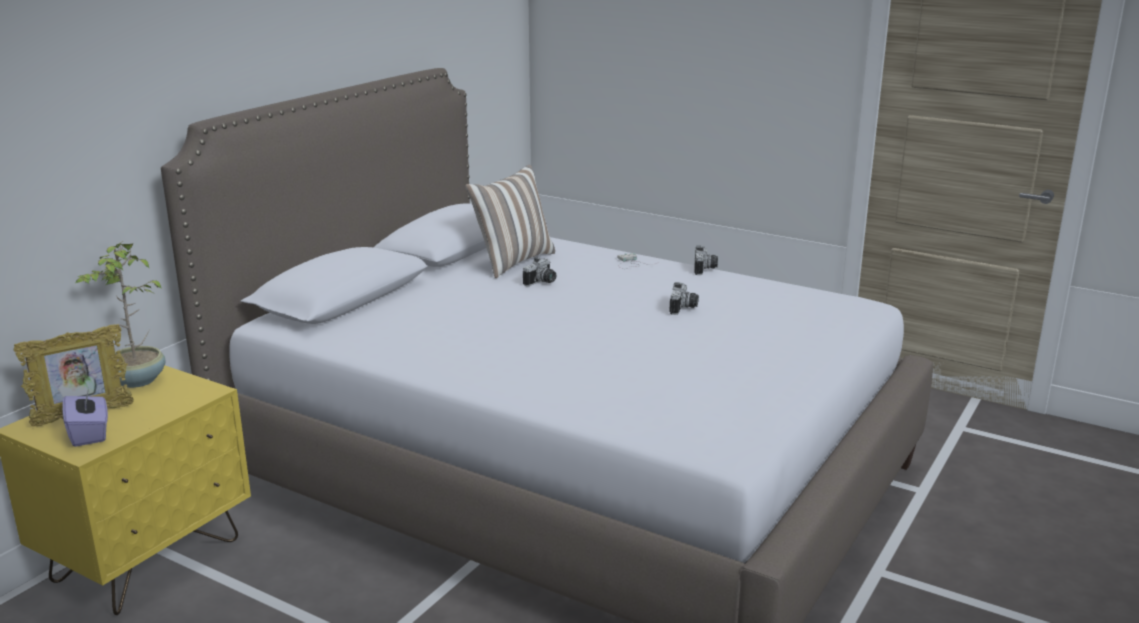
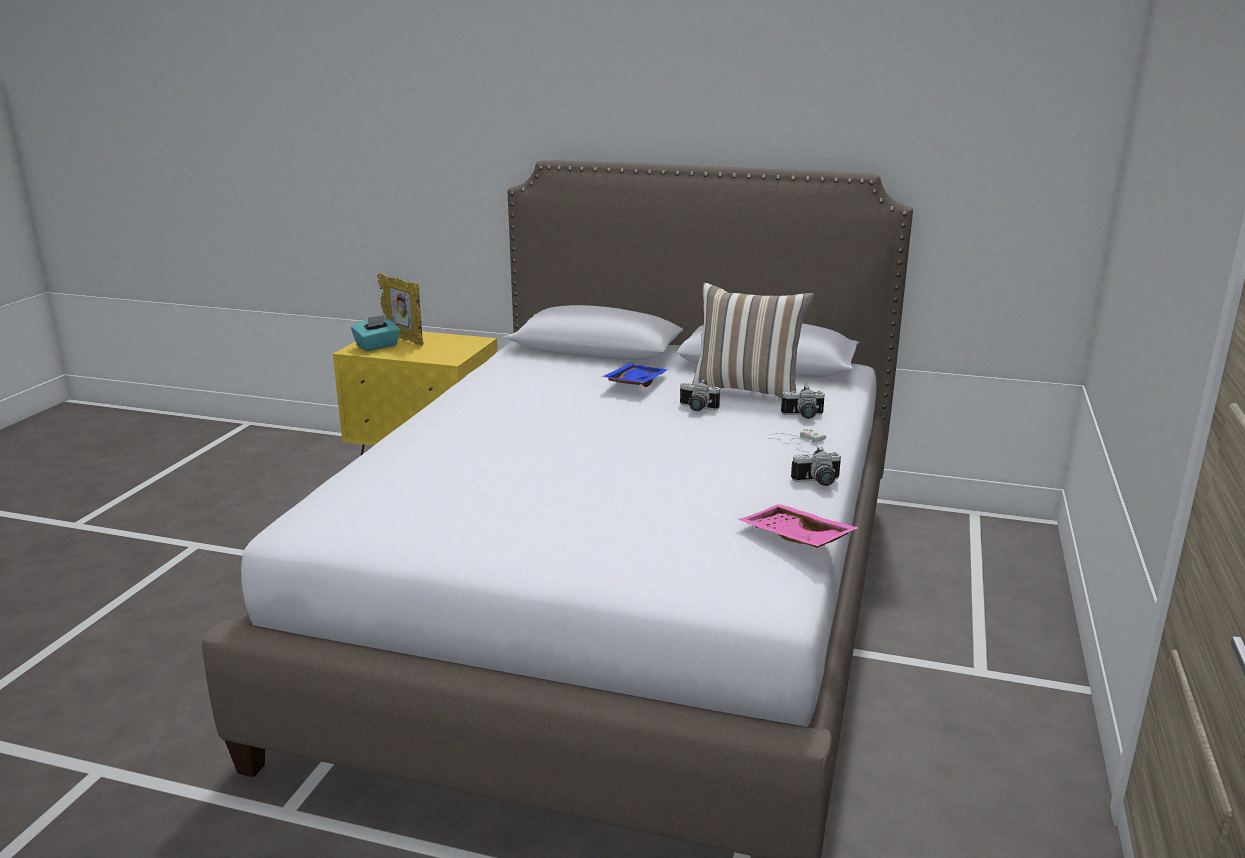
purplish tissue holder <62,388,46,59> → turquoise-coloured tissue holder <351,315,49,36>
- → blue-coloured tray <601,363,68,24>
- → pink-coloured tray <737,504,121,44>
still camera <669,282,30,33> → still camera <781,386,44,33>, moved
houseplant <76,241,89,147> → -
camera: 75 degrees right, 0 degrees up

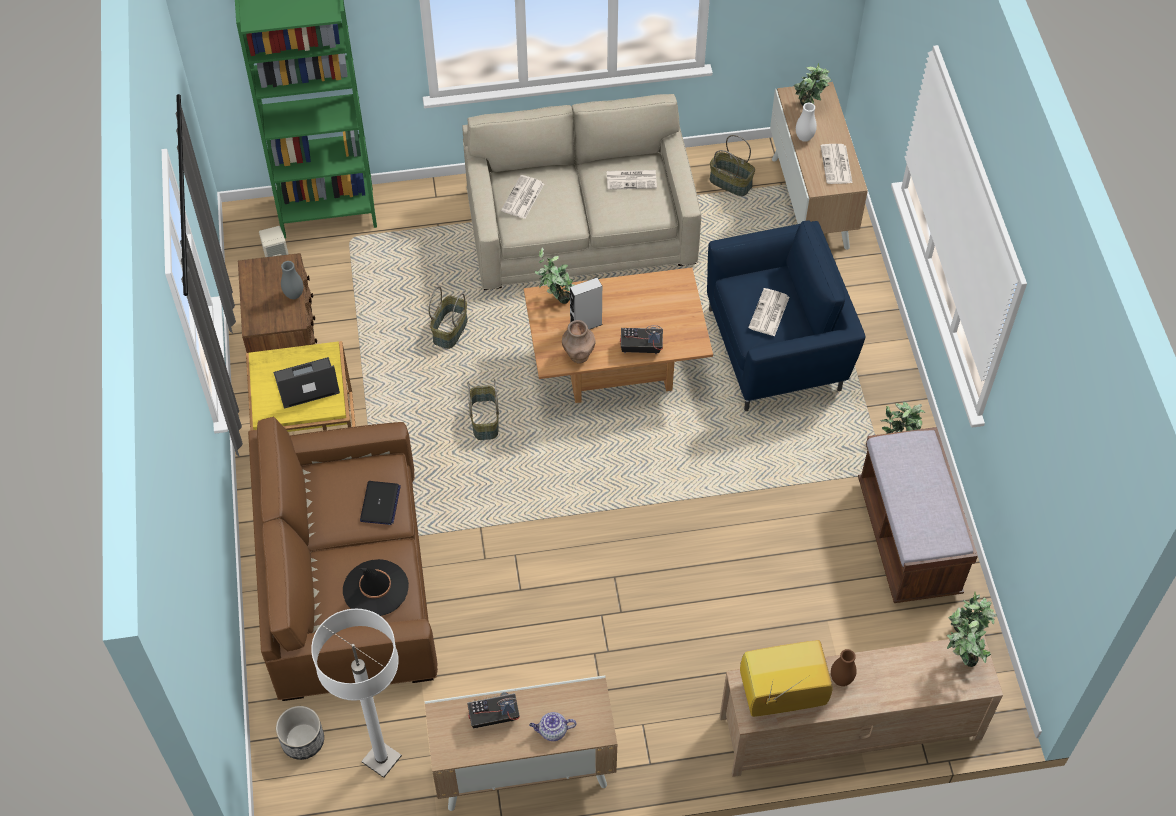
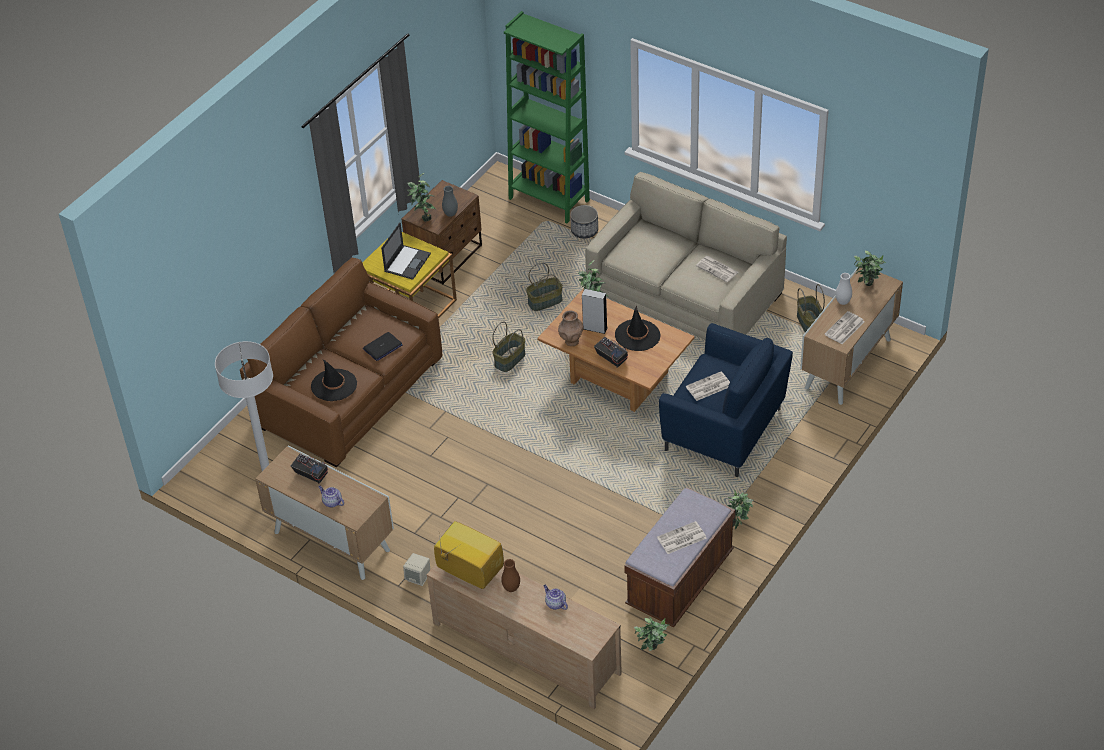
portable computer <273,357,67,51> → portable computer <381,222,50,58>, 90 degrees clockwise
beige-coloured audio speaker <259,226,30,31> → beige-coloured audio speaker <403,553,27,33>, moved
houseplant <947,608,44,59> → houseplant <407,173,29,49>, moved
- → teapot <543,585,25,25>
flower pot <276,706,48,54> → flower pot <570,205,28,33>, moved
- → blackish wearable hat <615,306,46,45>
printed paper <501,175,43,44> → printed paper <657,521,50,33>, moved
camera: 45 degrees right, 10 degrees down

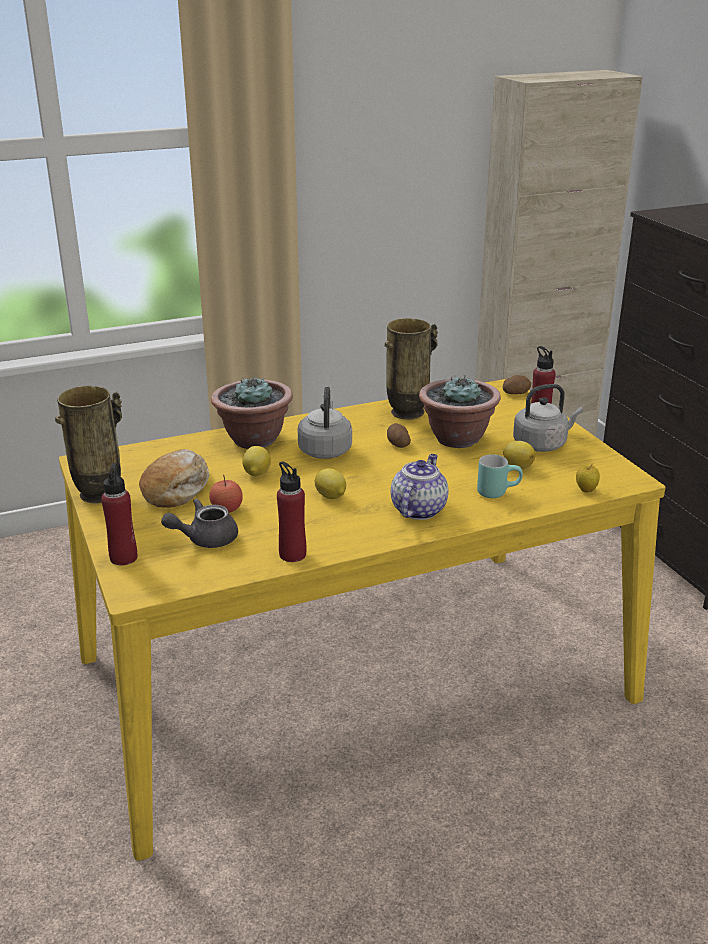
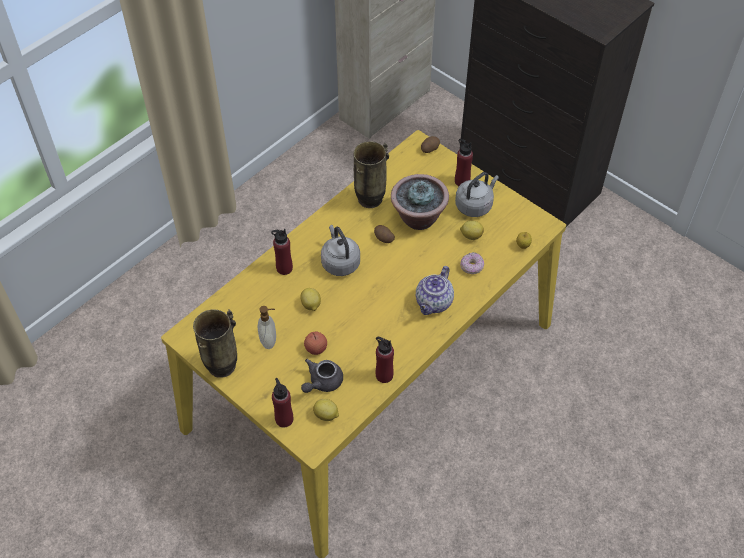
baked bread <139,449,70,59> → liquid soap bottle <258,306,18,43>
houseplant <211,375,82,74> → red-coloured bottle <271,229,22,46>
whole lemon <315,468,31,31> → whole lemon <313,399,26,22>, moved
teapot <391,454,57,66> → teapot <416,266,38,49>, 150 degrees counterclockwise
turquoise-coloured tea mug <477,454,46,44> → doughnut <460,252,24,22>
camera: 25 degrees left, 25 degrees up

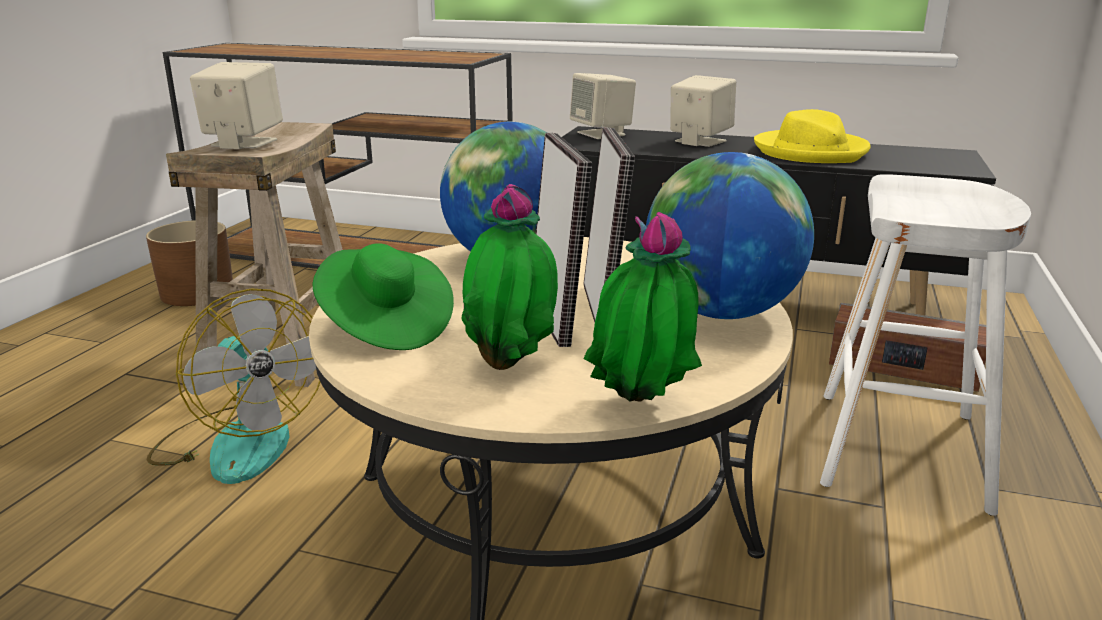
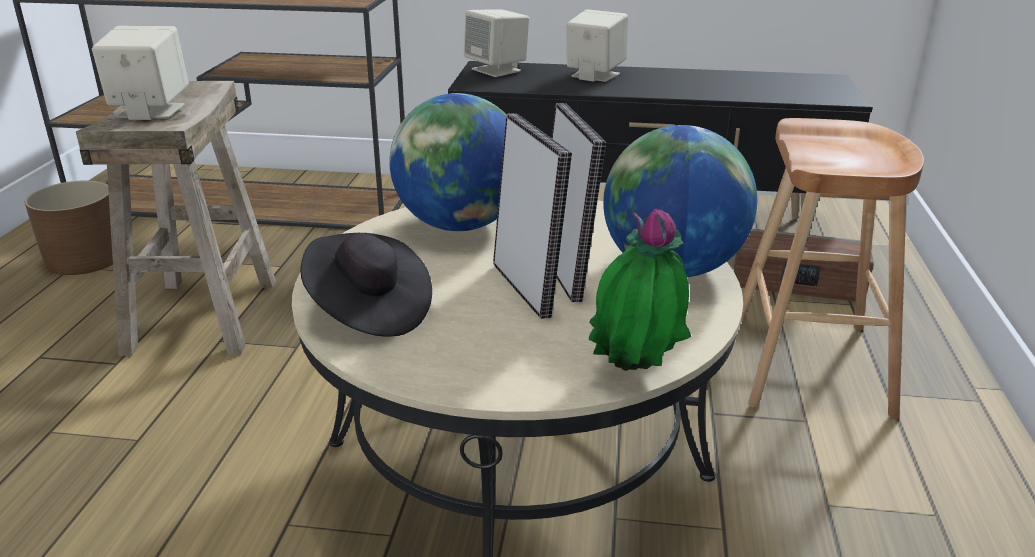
greenish wearable hat <313,243,141,107> → blackish wearable hat <301,233,131,104>
whitish sitting stool <820,174,211,342> → brownish sitting stool <741,118,183,301>
electric fan <146,289,174,195> → -
houseplant <461,184,97,186> → -
yellow wearable hat <754,109,117,54> → -
camera: 10 degrees left, 5 degrees up

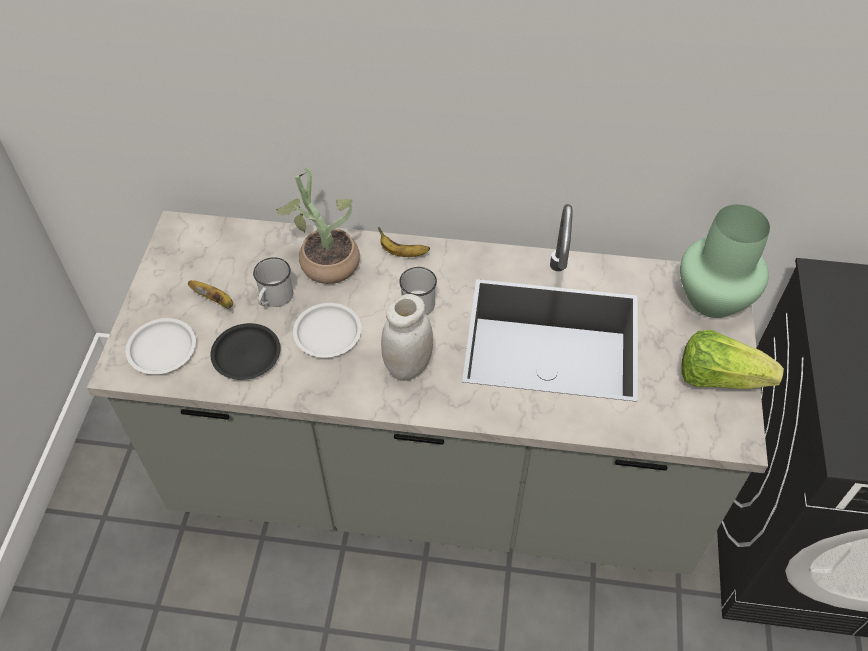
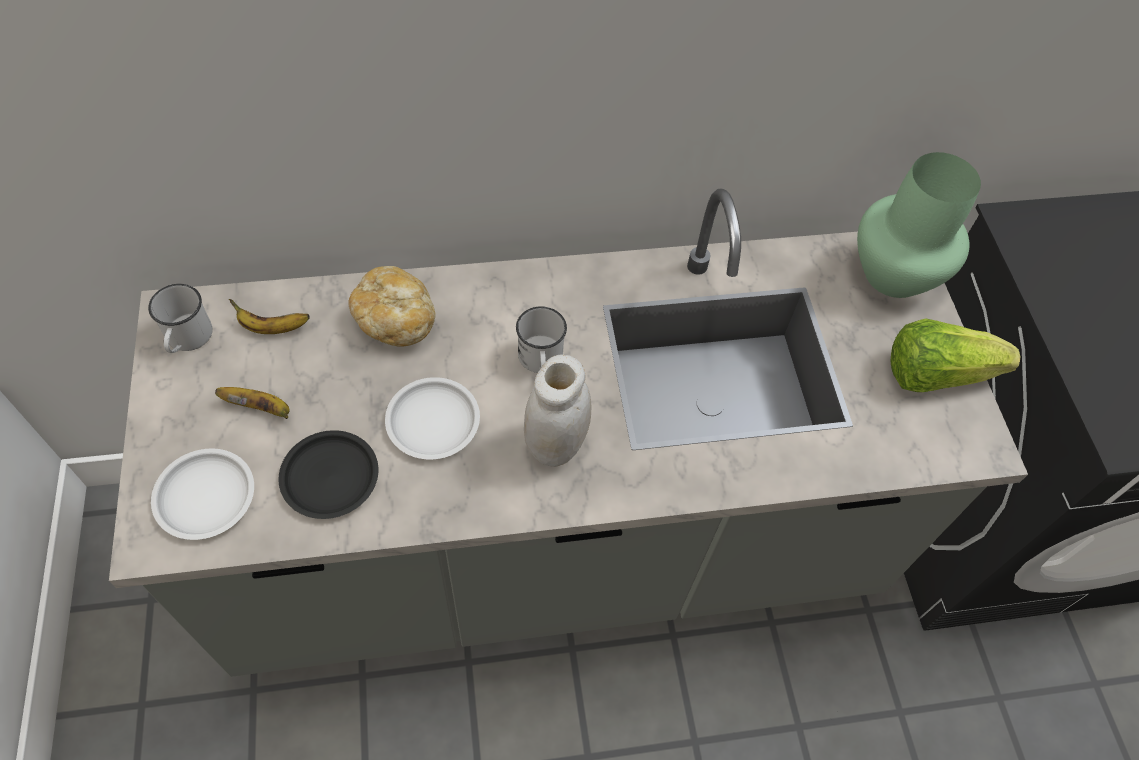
whitish tea mug <253,257,40,50> → whitish tea mug <148,284,65,69>, moved
whole banana <378,227,52,30> → whole banana <229,299,81,35>, moved
houseplant <276,167,84,117> → baked bread <348,266,88,81>
camera: 20 degrees left, 5 degrees up

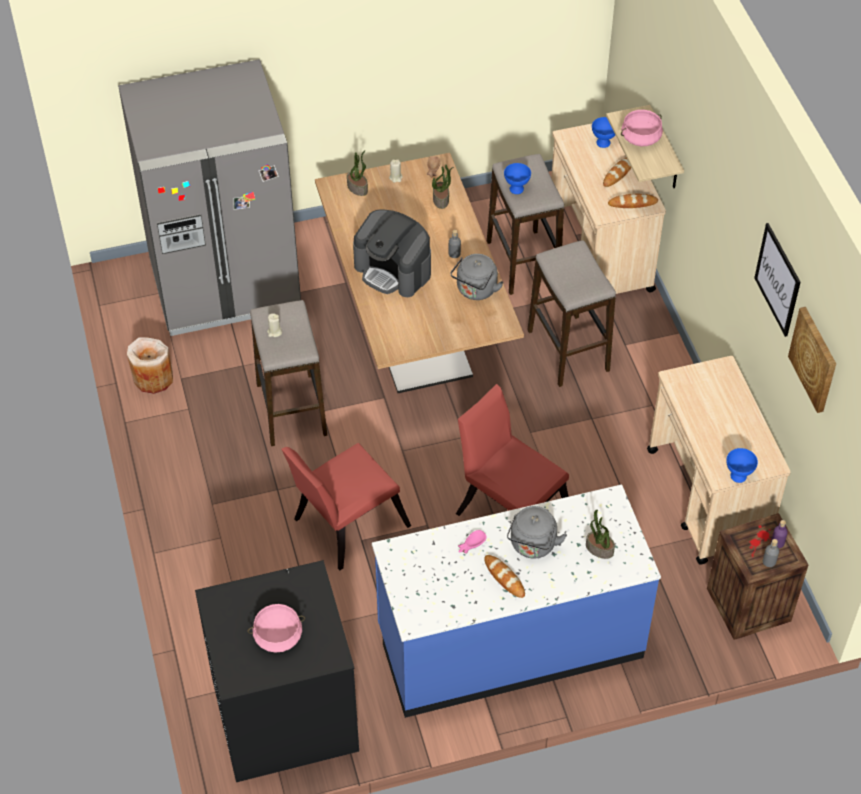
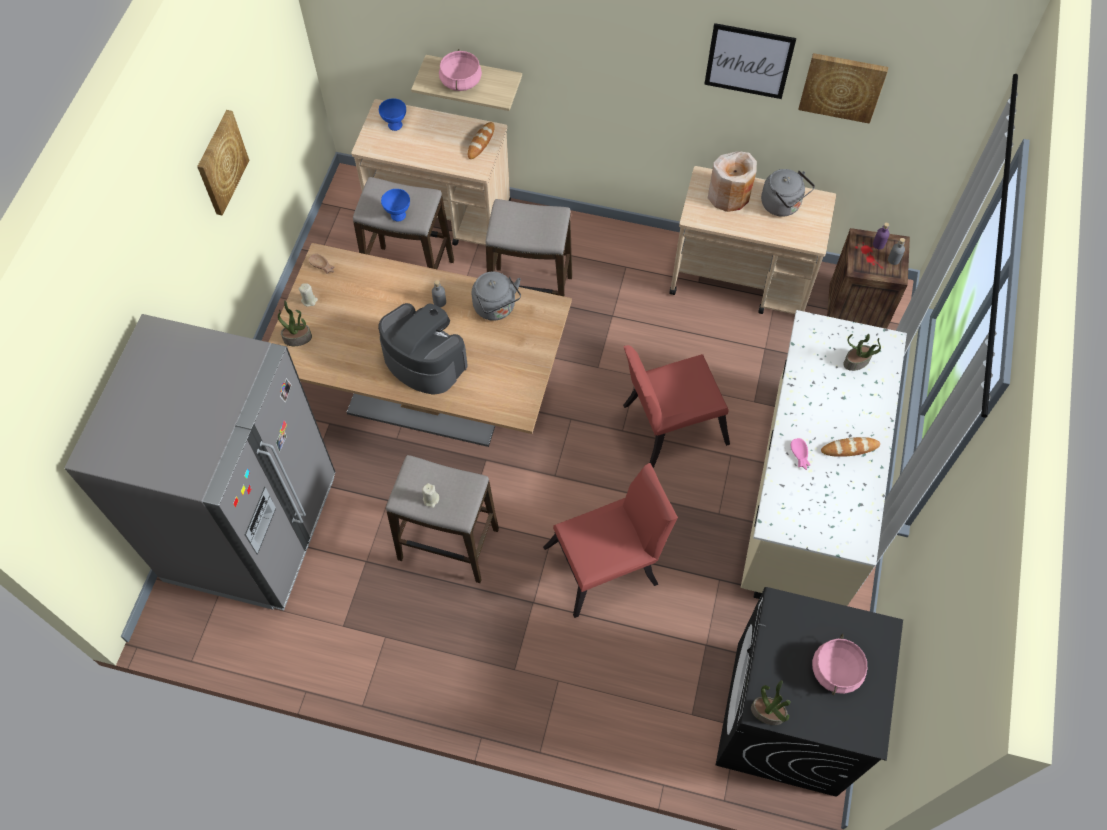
- → wall picture <197,110,52,105>
coffee brewer <353,209,78,88> → coffee brewer <378,303,90,92>, 120 degrees counterclockwise
red-coloured chair <282,443,129,127> → red-coloured chair <543,463,135,155>, 105 degrees counterclockwise
beige-coloured flower vase <127,337,46,57> → beige-coloured flower vase <708,151,49,61>, moved
blue-coloured counter <372,484,289,234> → beige-coloured counter <741,310,166,296>
houseplant <432,165,22,44> → houseplant <751,680,40,45>, moved
grey kettle <507,506,60,52> → grey kettle <761,169,54,48>, moved
baked bread <603,158,28,29> → -
blue-coloured deep dish <726,448,32,35> → -
camera: 60 degrees left, 10 degrees up

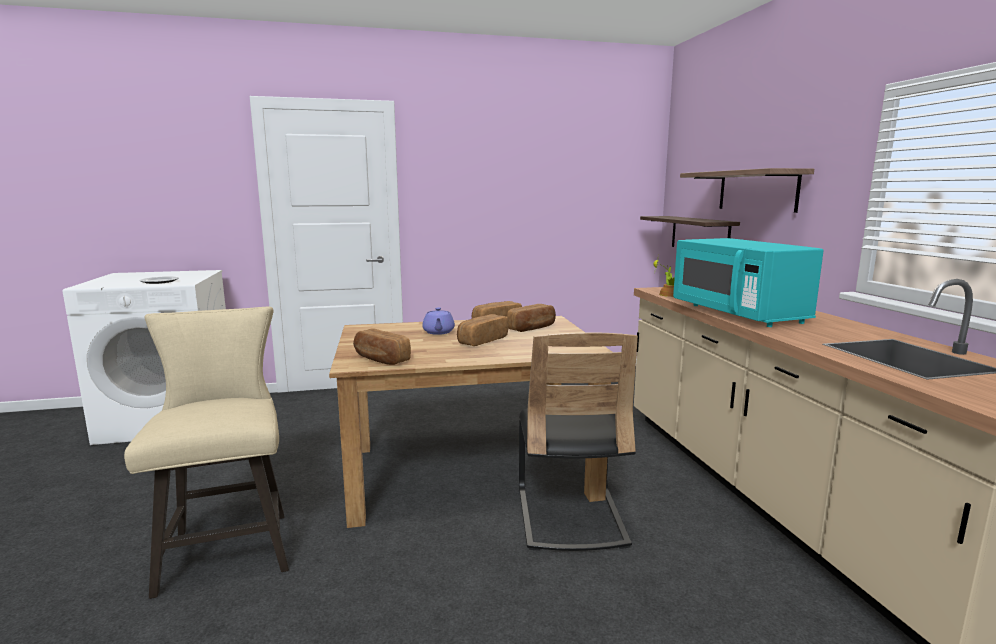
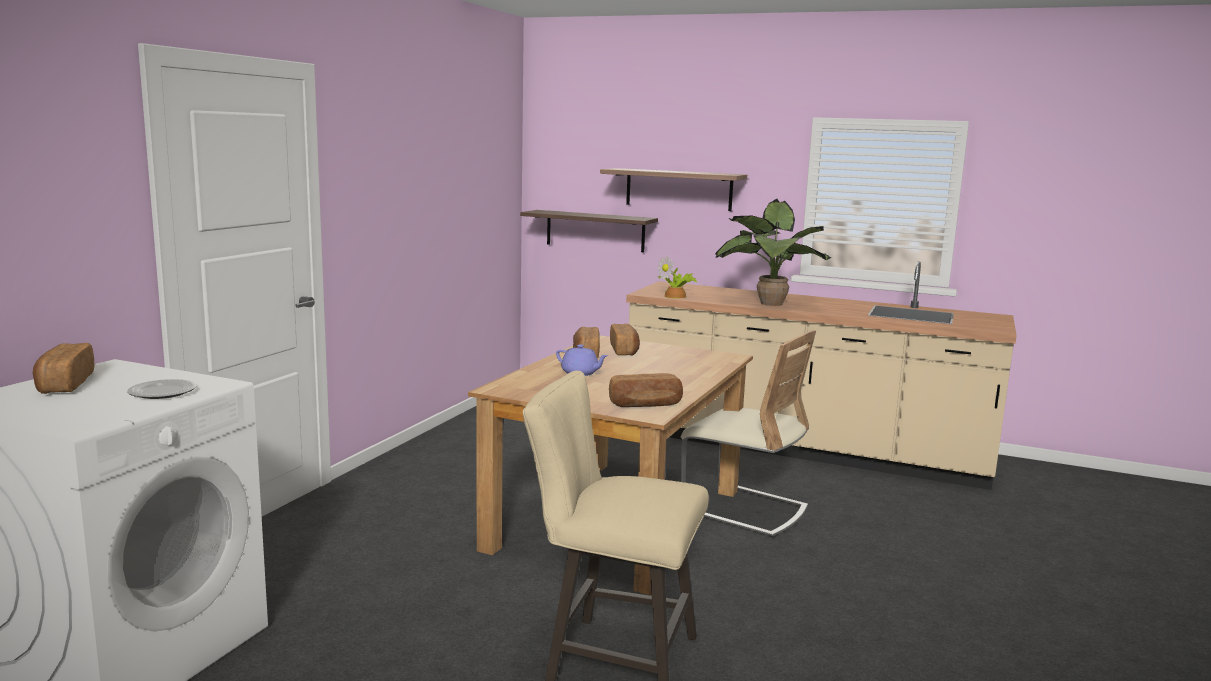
baked bread <457,314,51,32> → baked bread <32,343,62,51>, moved
blackish chair <519,332,119,219> → beige-coloured chair <681,330,135,208>
turquoise-coloured microwave <673,238,151,89> → houseplant <715,199,116,107>
camera: 55 degrees left, 0 degrees up

